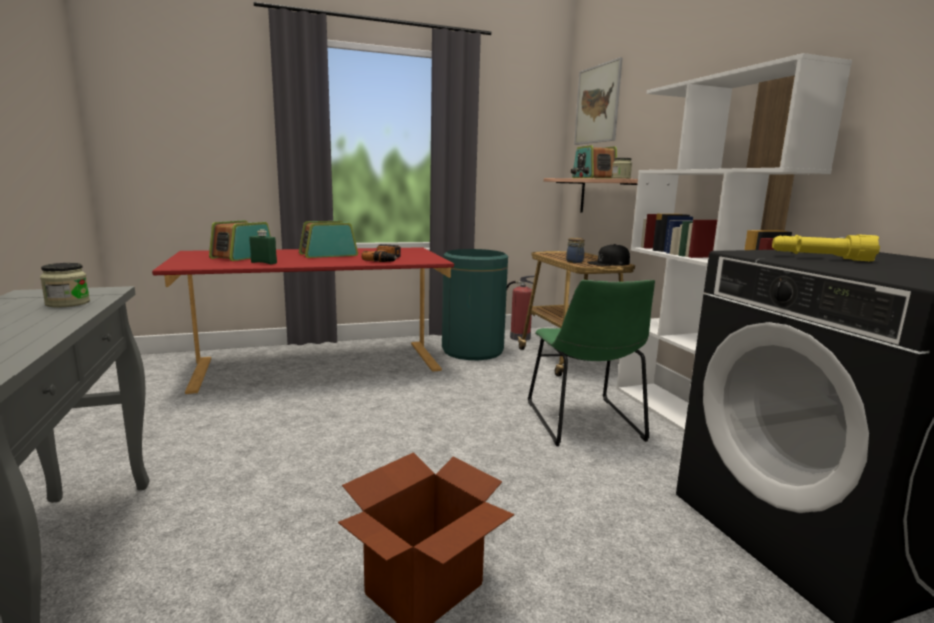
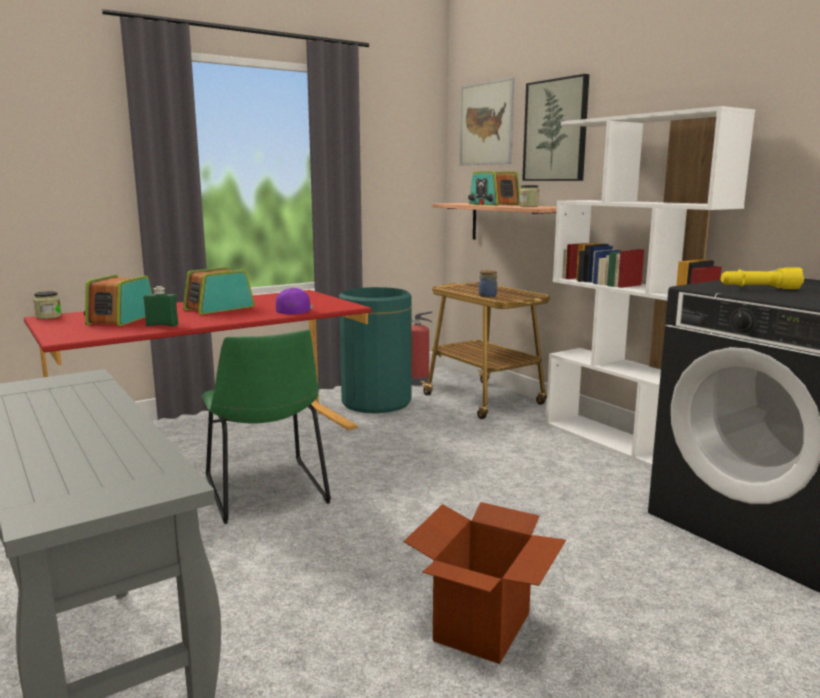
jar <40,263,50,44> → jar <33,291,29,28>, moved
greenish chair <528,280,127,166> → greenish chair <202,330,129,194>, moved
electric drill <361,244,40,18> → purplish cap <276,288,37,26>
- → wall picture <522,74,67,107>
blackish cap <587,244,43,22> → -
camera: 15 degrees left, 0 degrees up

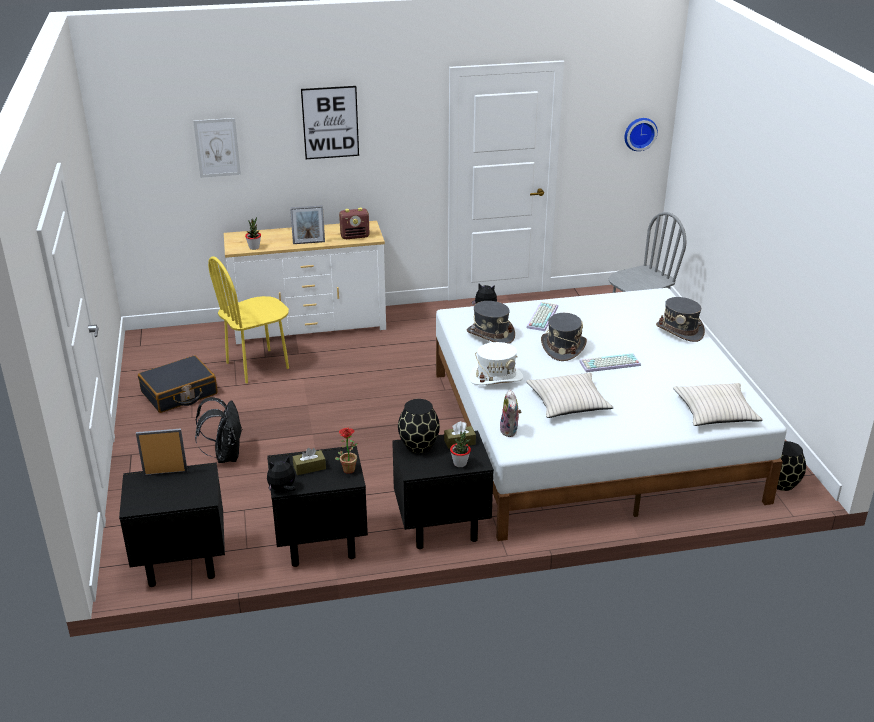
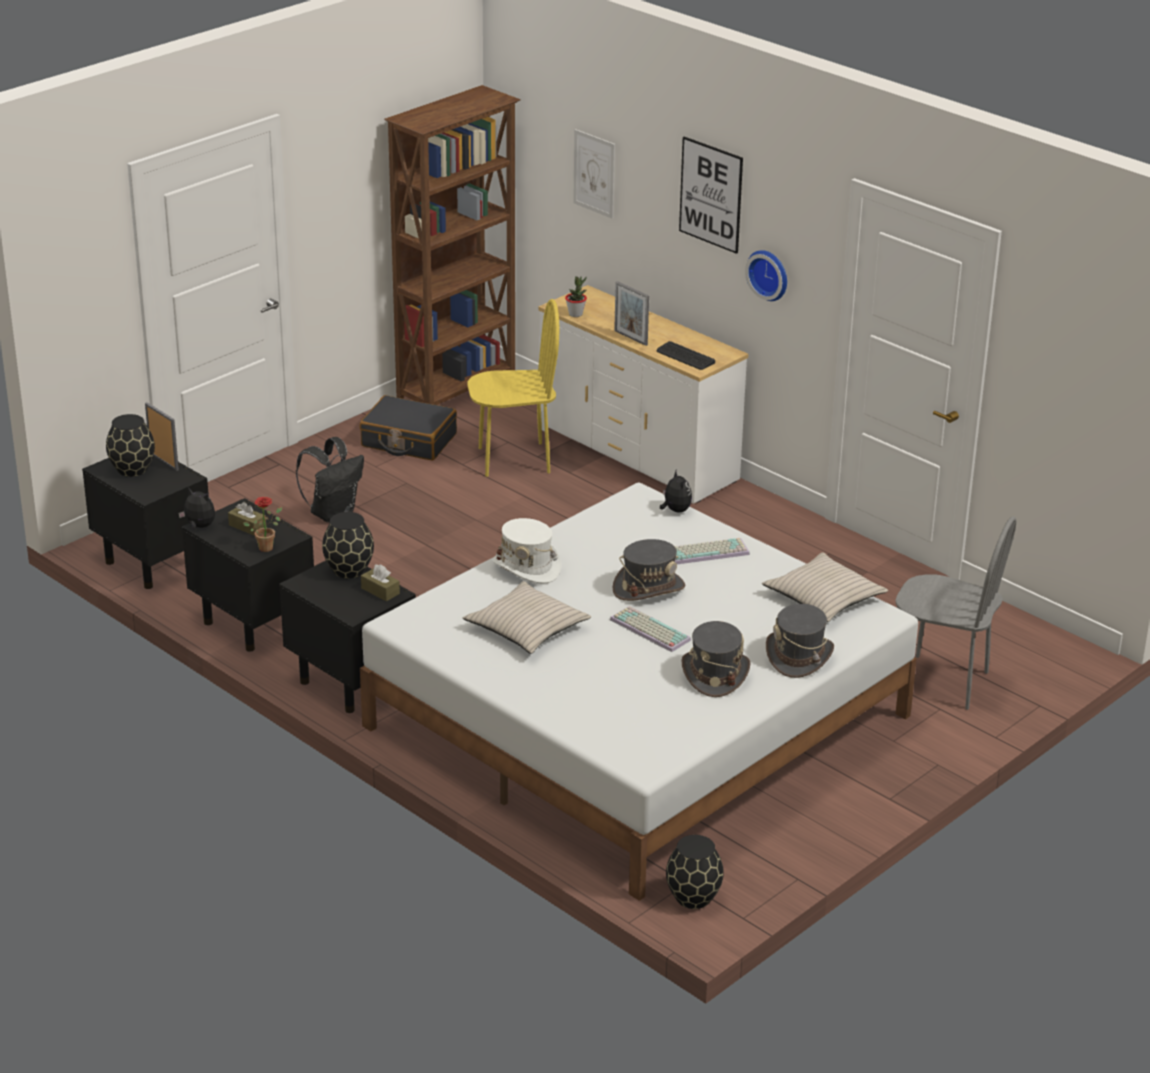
- → blackish flower vase <106,414,49,63>
- → brownish shelving unit <384,85,137,320>
yellow chair <208,256,81,128> → yellow chair <467,299,92,178>, 150 degrees clockwise
radio receiver <339,208,31,31> → computer keyboard <657,341,58,29>
grey wearable hat <467,301,48,43> → grey wearable hat <681,621,69,76>, moved
clock on the wall <625,118,33,33> → clock on the wall <745,250,42,51>, moved
beige-coloured pillow <673,383,90,43> → beige-coloured pillow <762,552,126,70>, moved
houseplant <450,431,21,36> → -
soft toy <500,390,22,47> → -
camera: 55 degrees right, 0 degrees up

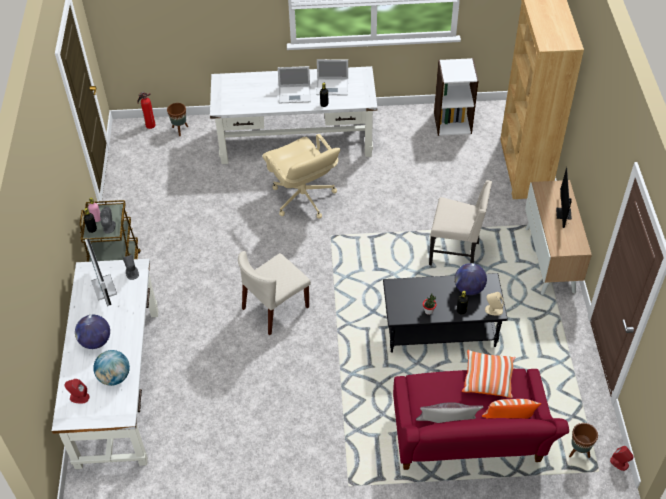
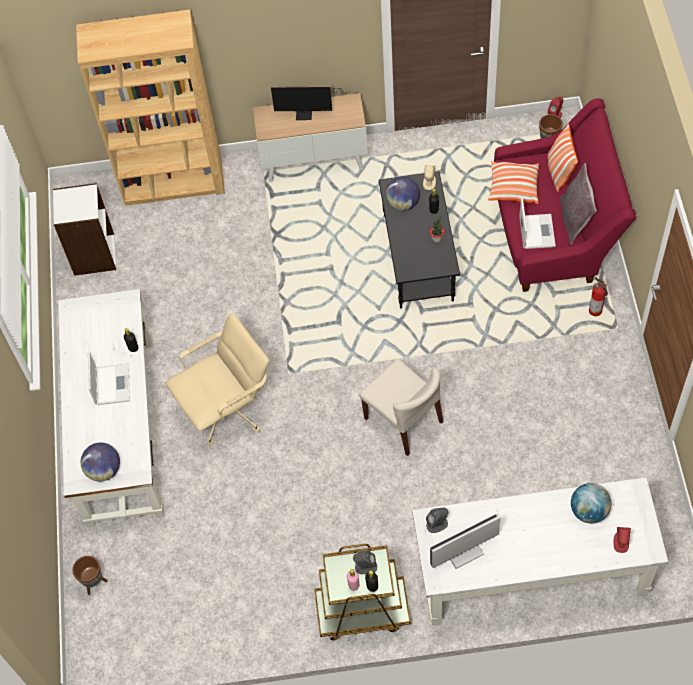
world globe <75,315,35,34> → world globe <81,443,39,39>, moved
portable computer <316,59,32,36> → portable computer <519,198,37,51>, moved
fire extinguisher <137,92,19,37> → fire extinguisher <589,277,19,39>, moved
beige-coloured chair <429,180,63,85> → -
camera: 90 degrees left, 10 degrees up

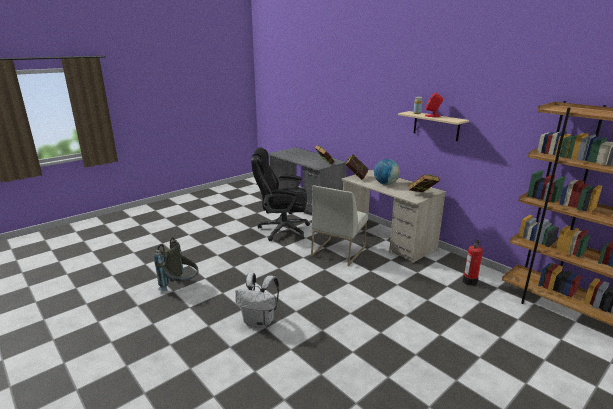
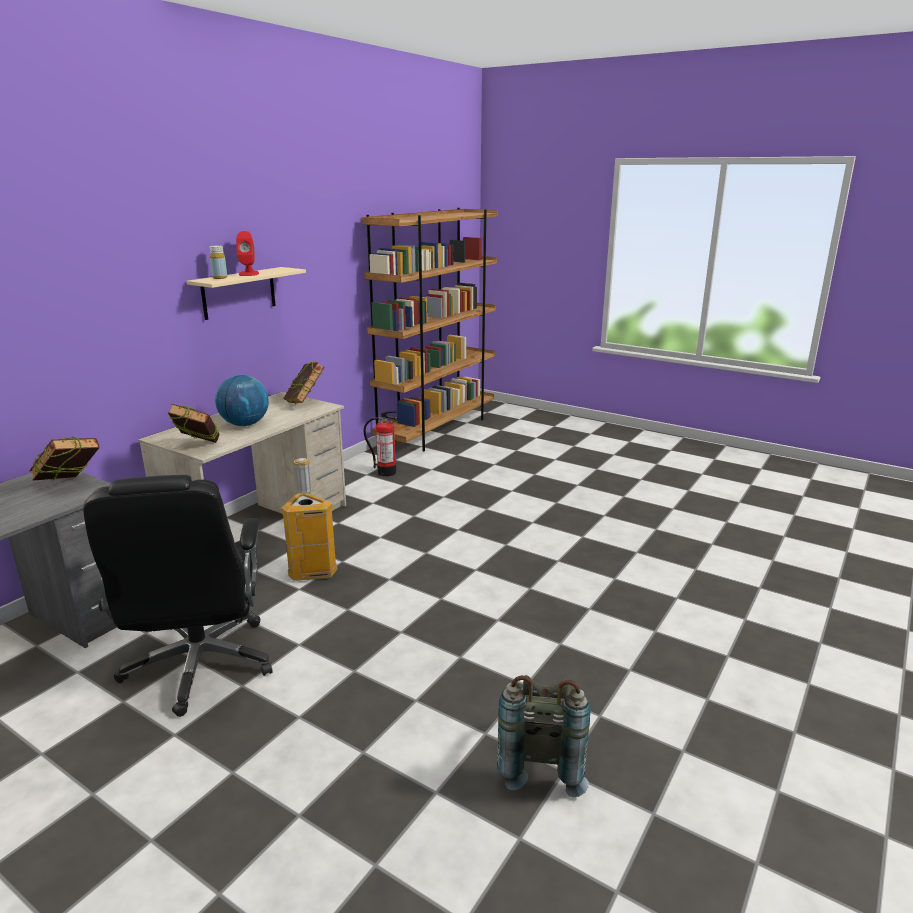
whitish chair <311,185,57,81> → trash can <281,458,56,123>
whitish knapsack <235,273,44,55> → -
camera: 105 degrees left, 0 degrees up

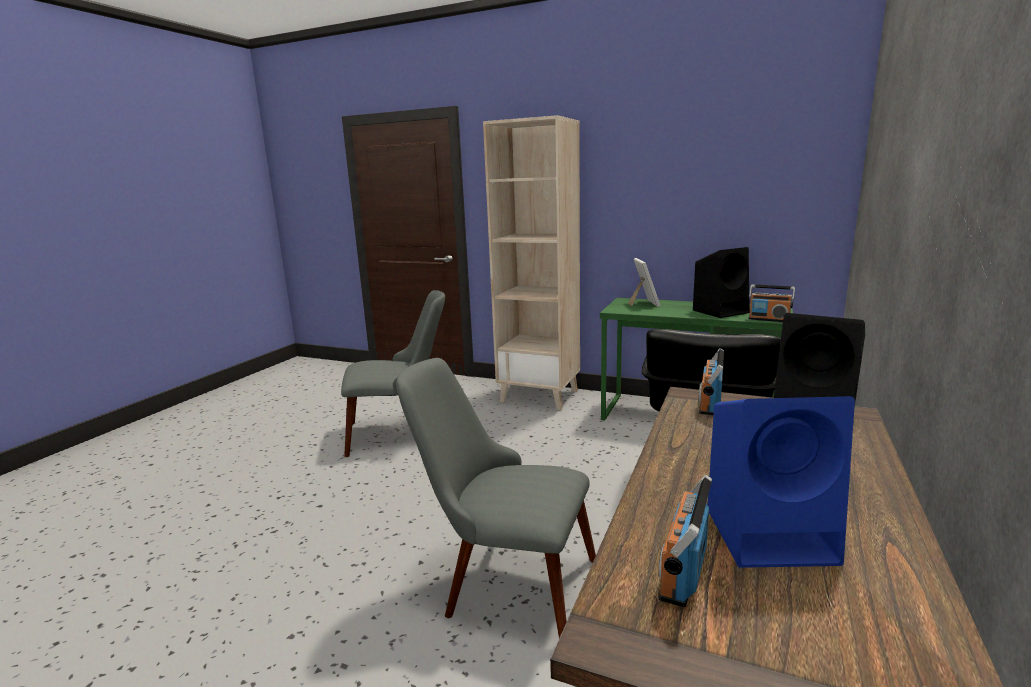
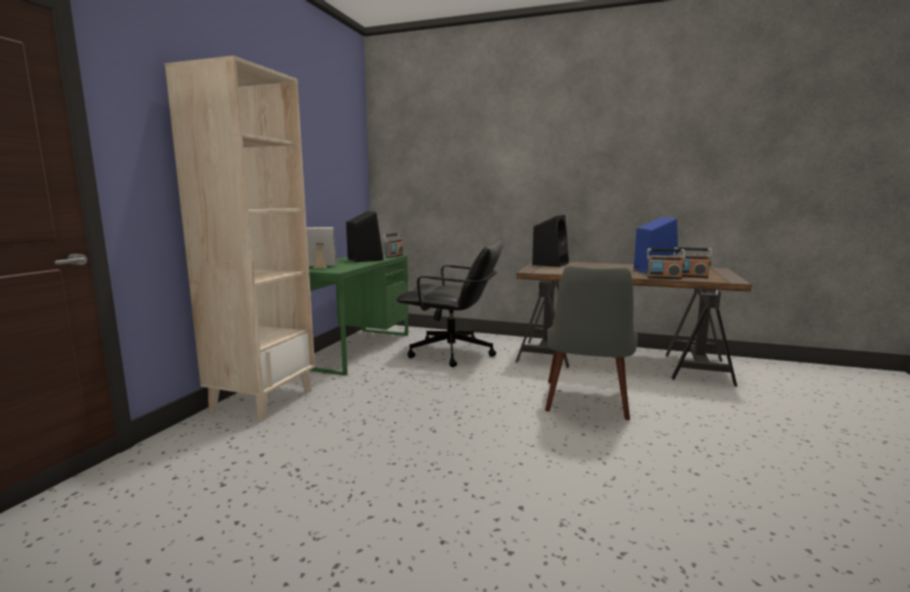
radio receiver <698,348,26,67> → radio receiver <647,248,38,31>, moved
grey chair <341,290,104,167> → -
camera: 95 degrees left, 5 degrees down

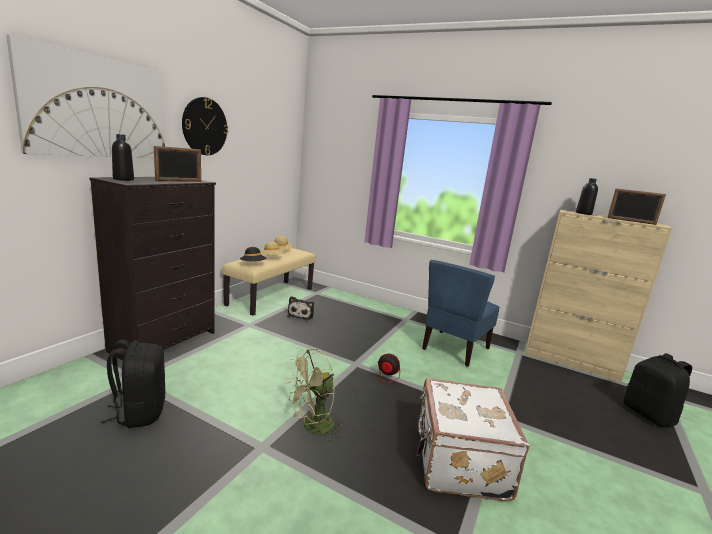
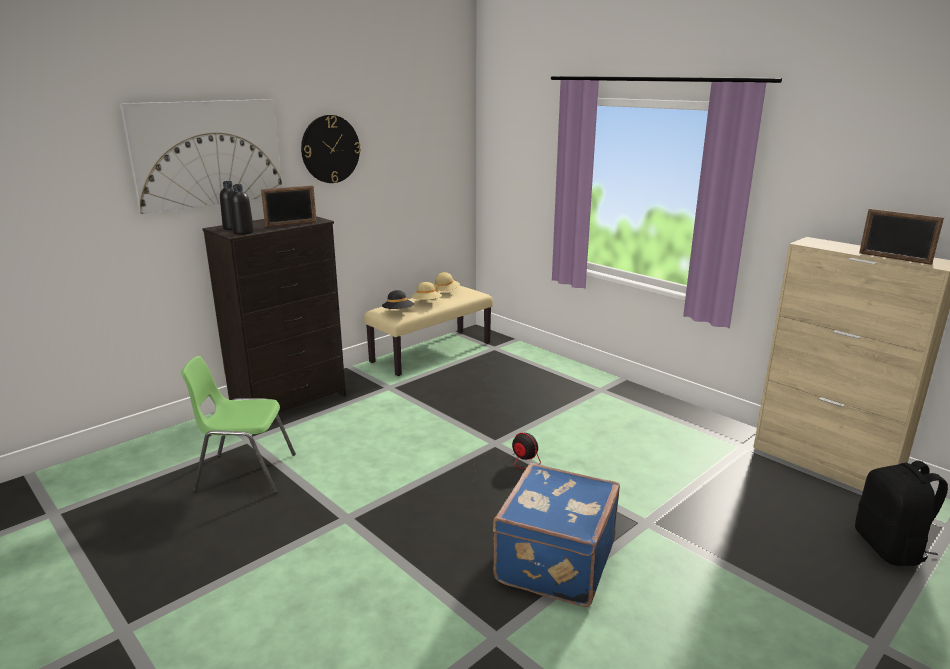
blackish knapsack <101,340,64,88> → greenish chair <181,356,115,137>
blackish bottle <576,178,22,37> → blackish bottle <230,184,24,51>, moved
whitish travel case <416,378,113,124> → blue-coloured travel case <493,463,127,144>
greenish electric fan <285,348,59,94> → -
soft toy <287,296,27,24> → -
blue-coloured chair <422,260,78,107> → -
camera: 20 degrees right, 5 degrees up

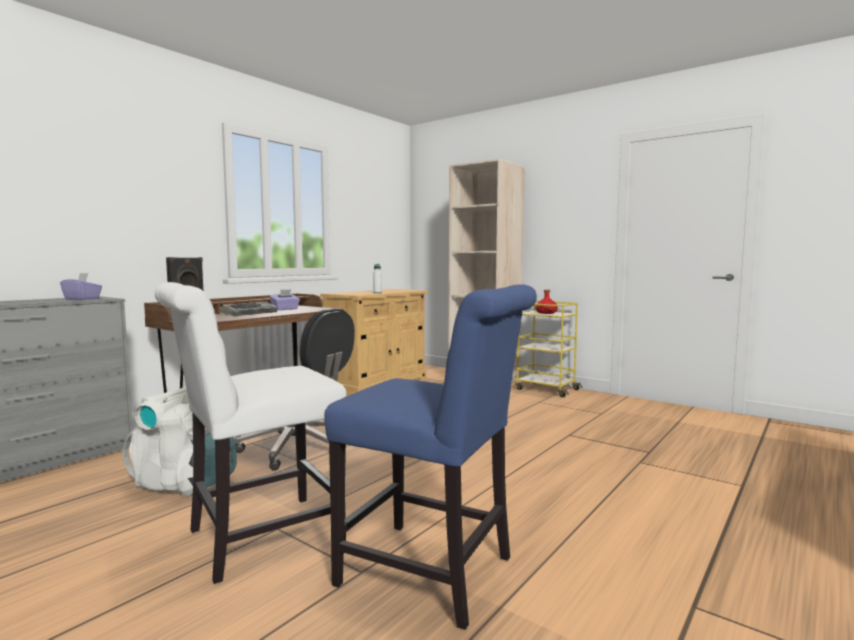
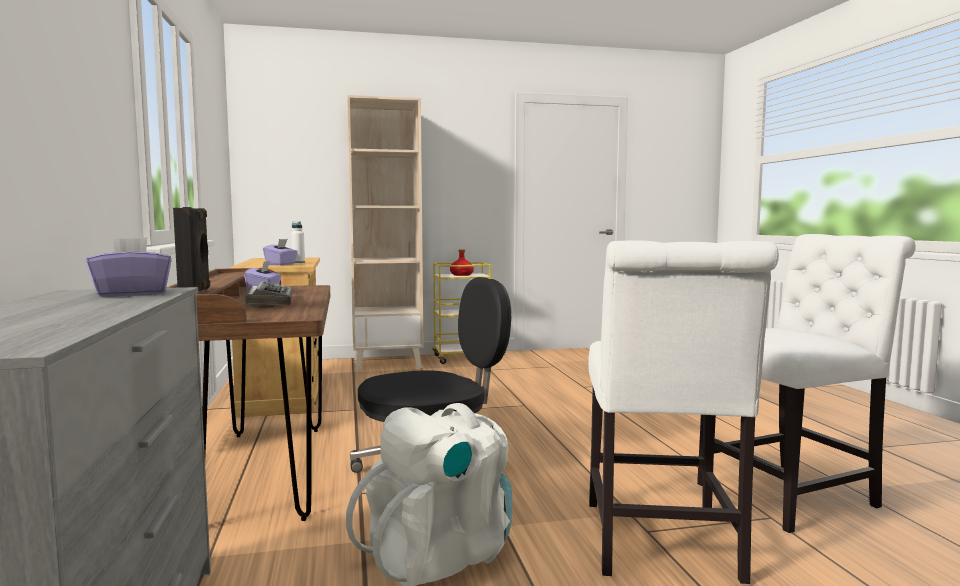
- → purplish tissue holder <263,239,35,26>
blue-coloured chair <324,284,213,346> → whitish chair <697,234,219,299>
camera: 50 degrees left, 0 degrees up

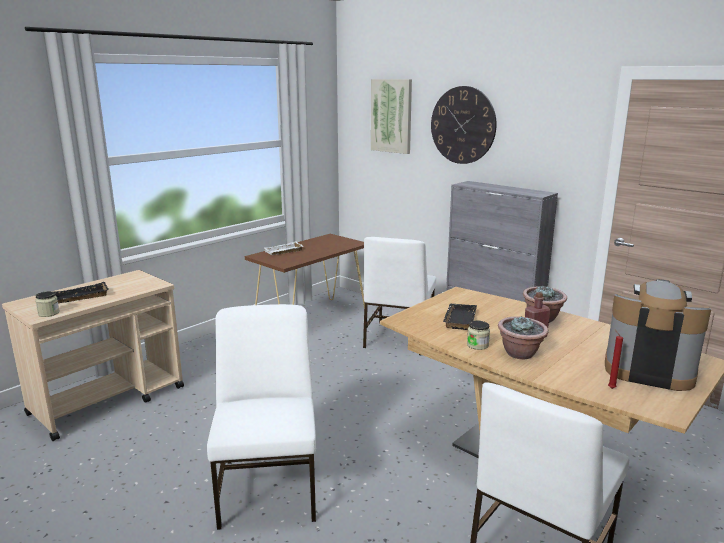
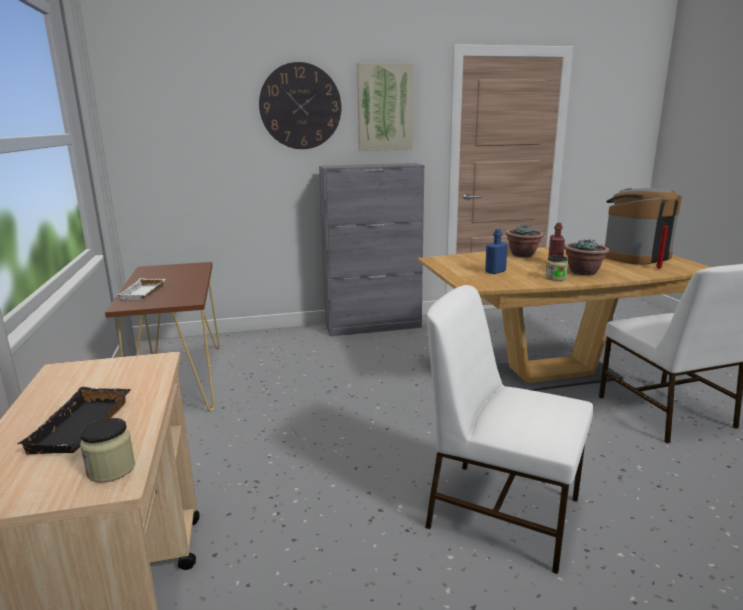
wall picture <371,79,41,75> → wall picture <357,63,57,88>, moved
blackish tray <443,304,34,26> → blue-coloured bottle <485,229,23,45>
whitish chair <363,237,73,118> → -
camera: 55 degrees left, 0 degrees up

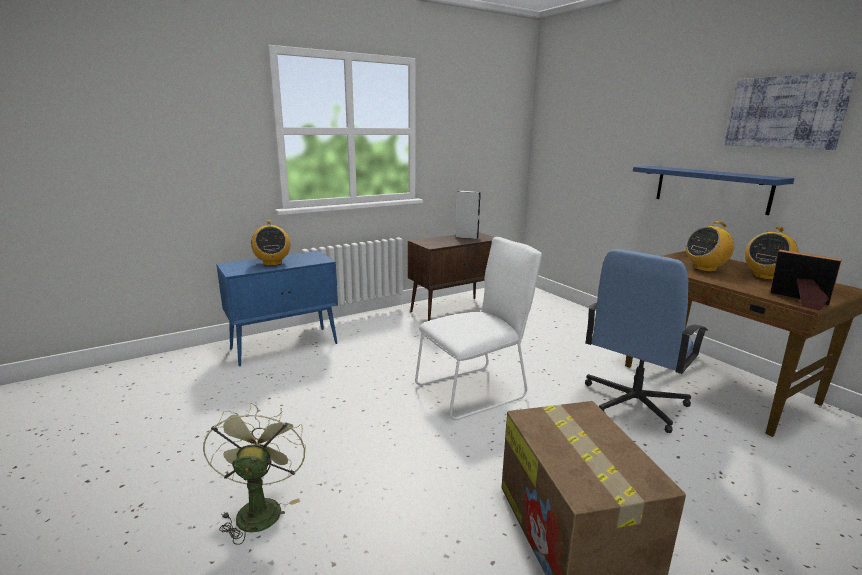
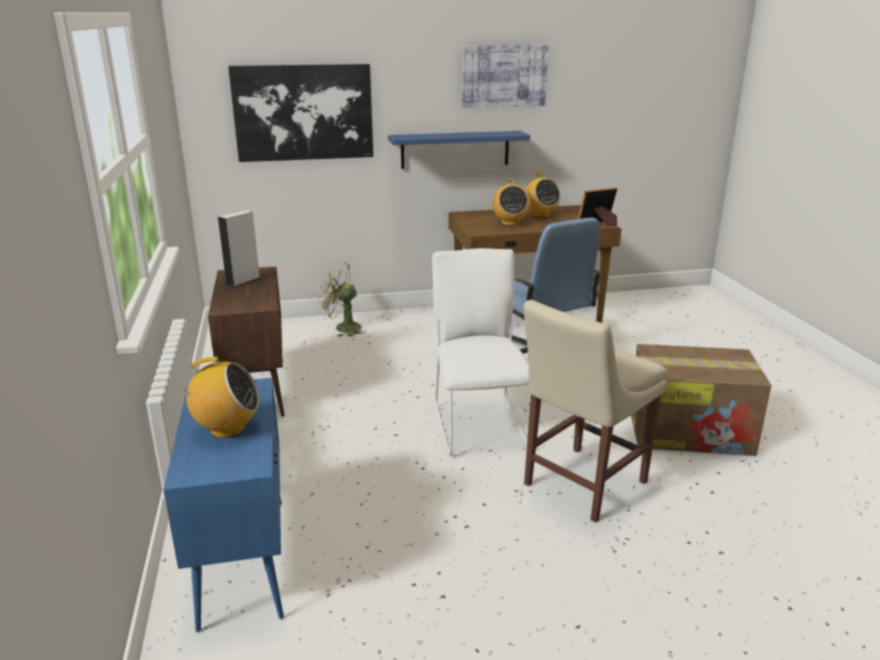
- → wall picture <228,64,145,98>
greenish electric fan <203,403,103,142> → greenish electric fan <318,262,48,75>, moved
- → beige-coloured chair <523,300,144,223>
camera: 70 degrees left, 5 degrees up

